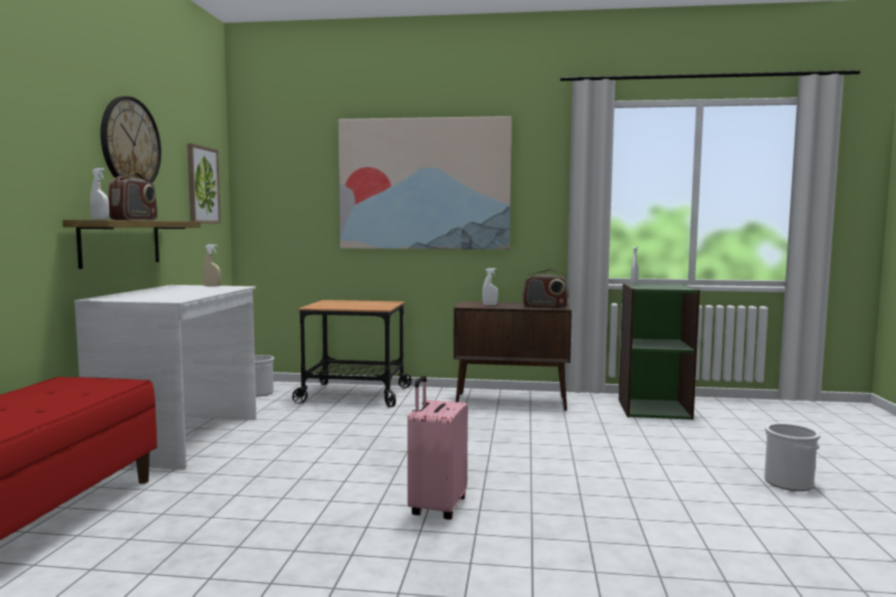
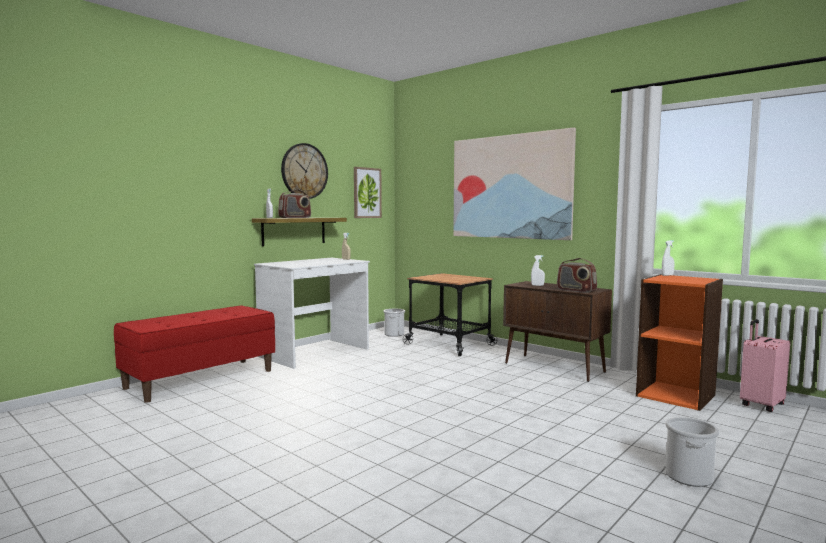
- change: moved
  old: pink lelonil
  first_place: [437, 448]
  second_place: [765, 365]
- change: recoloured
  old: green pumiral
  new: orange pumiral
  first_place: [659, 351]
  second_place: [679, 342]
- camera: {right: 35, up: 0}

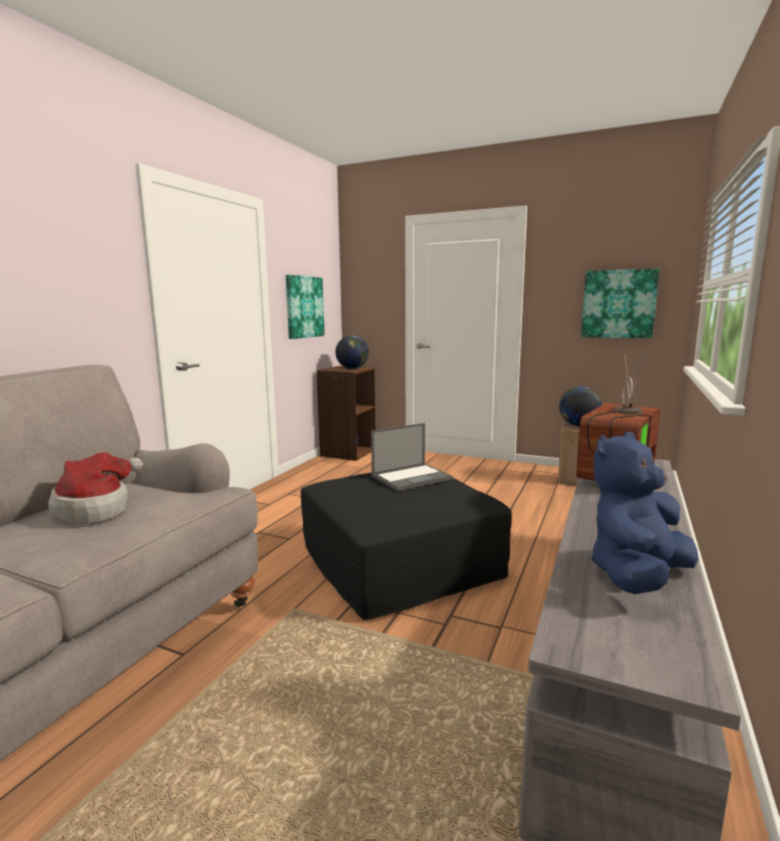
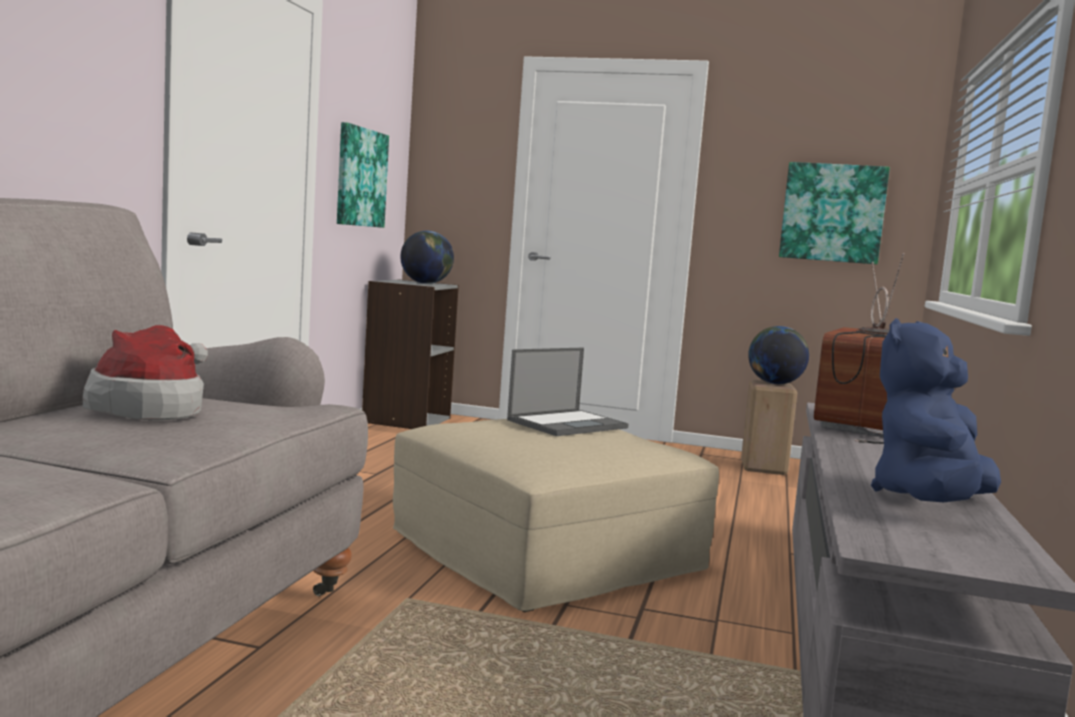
- change: recoloured
  old: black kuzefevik
  new: beige kuzefevik
  first_place: [406, 546]
  second_place: [556, 515]
- change: recoloured
  old: brown pumiral
  new: grey pumiral
  first_place: [345, 413]
  second_place: [410, 354]
- camera: {right: -10, up: -5}

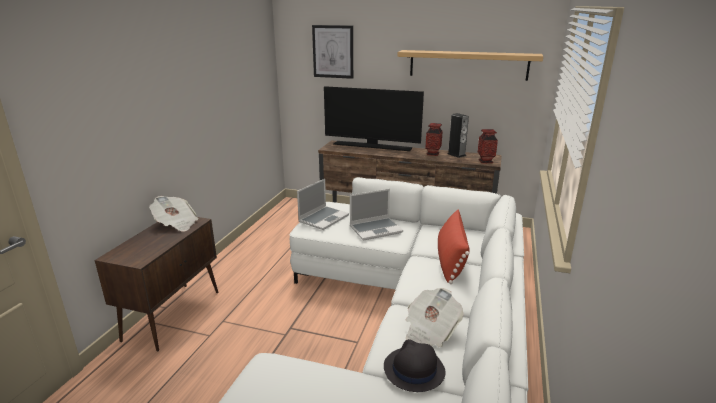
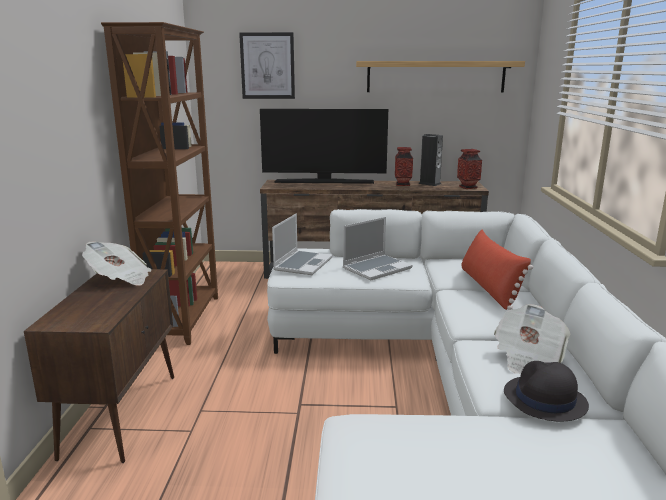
- change: added
  new: brown pumiral
  second_place: [159, 183]
- camera: {right: -15, up: -5}

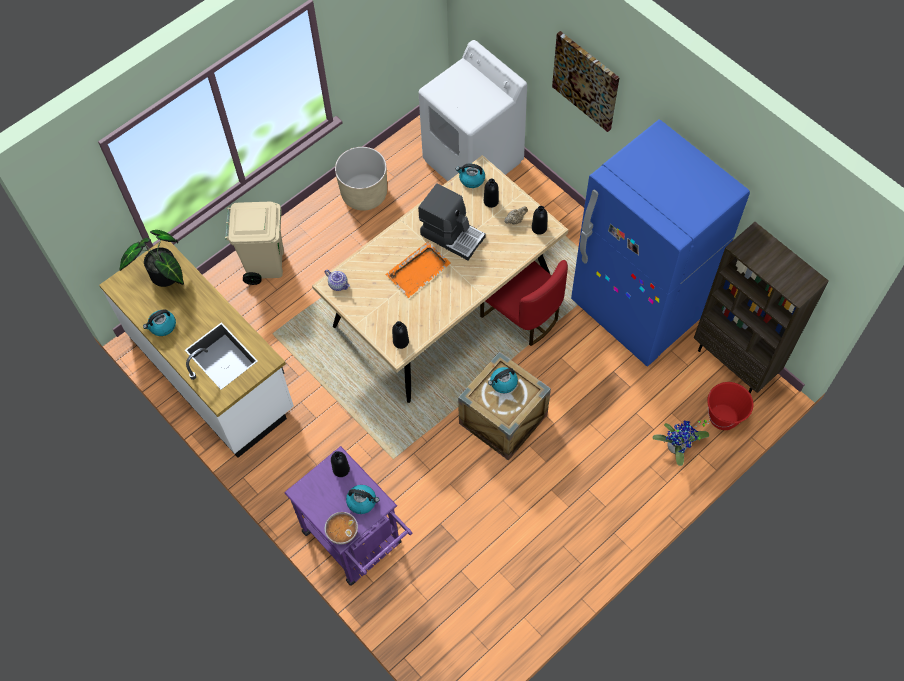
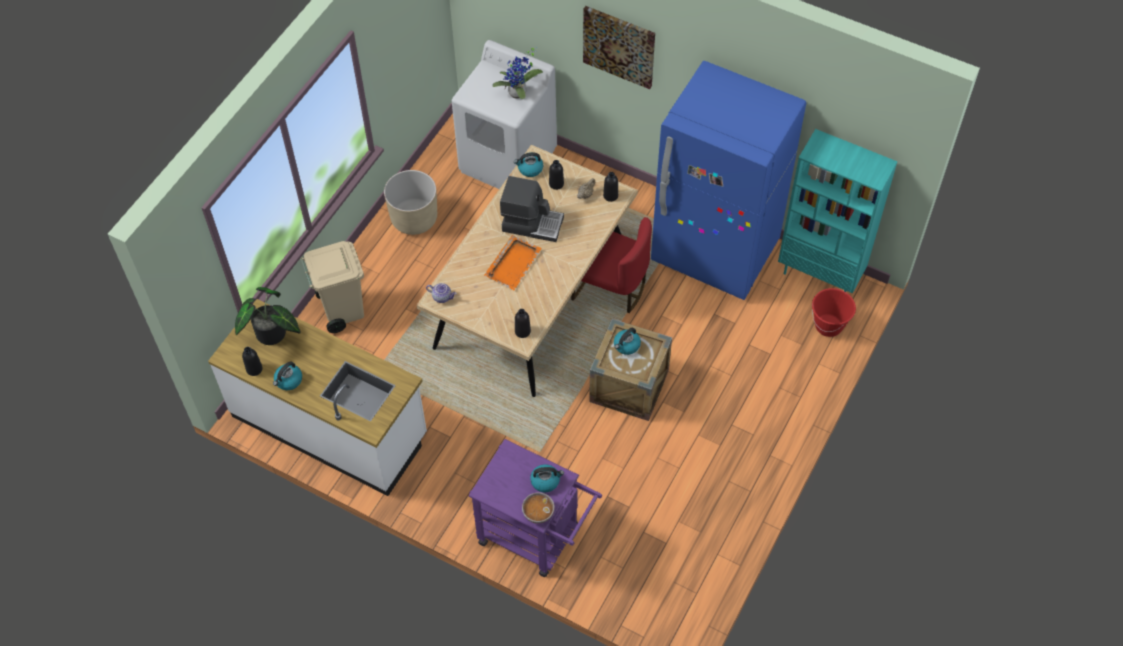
- change: moved
  old: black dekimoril
  first_place: [340, 464]
  second_place: [252, 361]
- change: moved
  old: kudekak
  first_place: [682, 443]
  second_place: [517, 73]
- change: recoloured
  old: brown pumiral
  new: turquoise pumiral
  first_place: [761, 307]
  second_place: [838, 211]
- camera: {right: -20, up: -5}

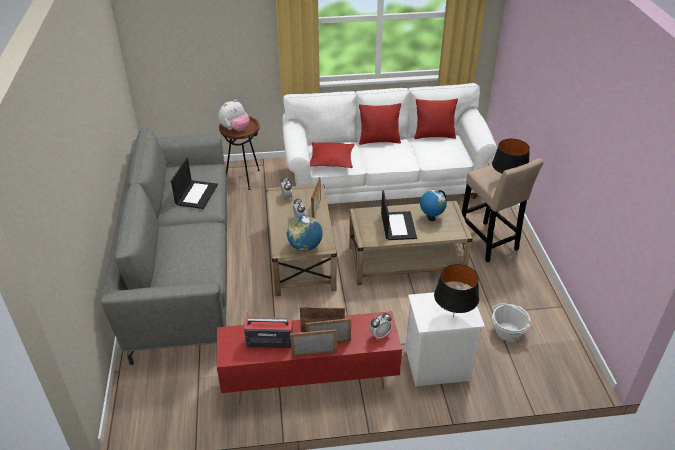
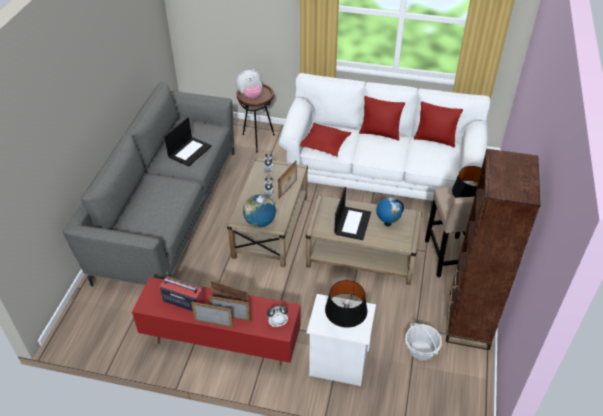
- change: added
  new: brown pumiral
  second_place: [493, 249]
- camera: {right: 20, up: 5}

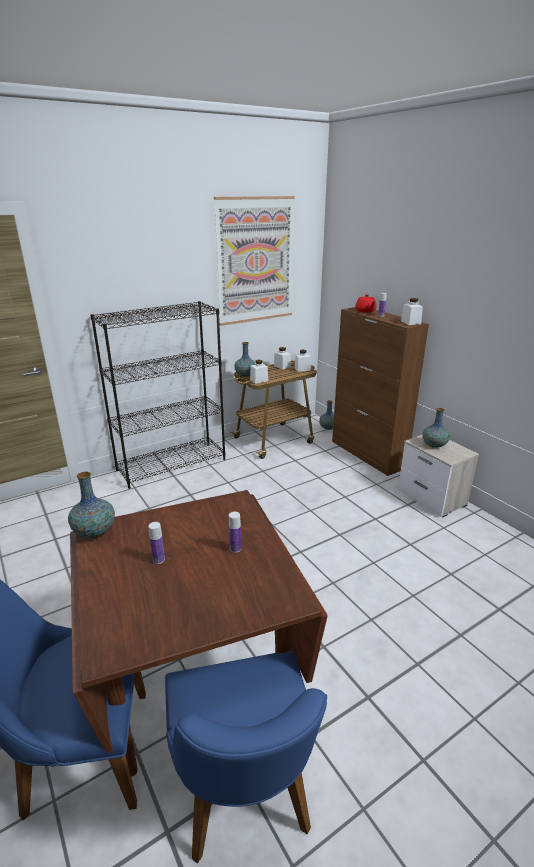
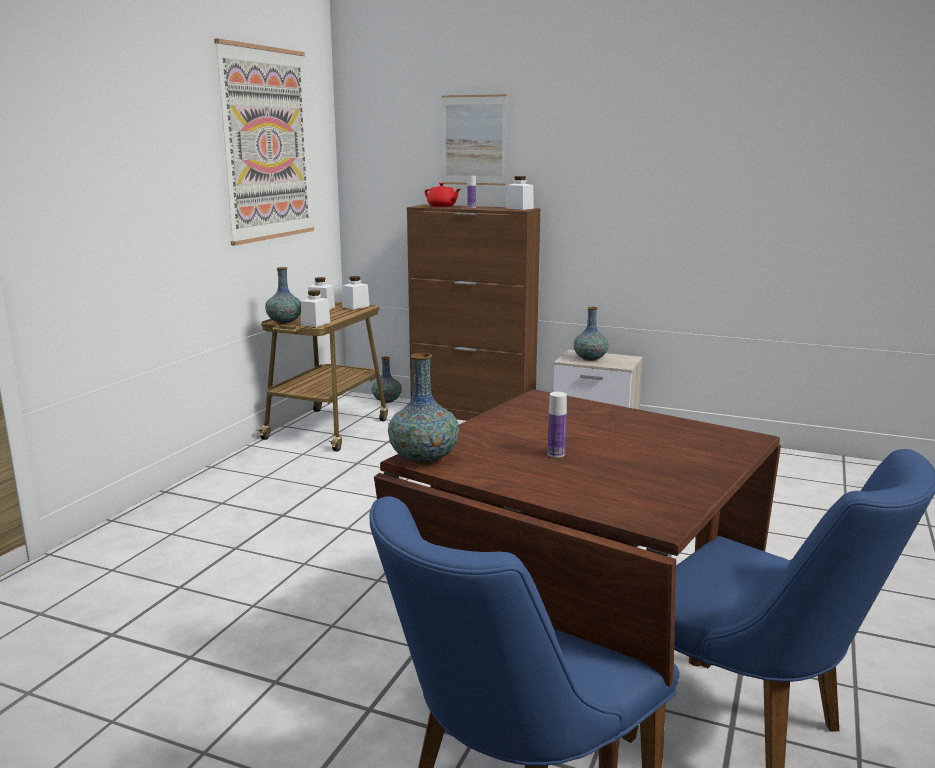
- change: removed
  old: black pumiral
  first_place: [158, 395]
- change: removed
  old: dekimoril
  first_place: [235, 532]
- change: added
  new: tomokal
  second_place: [474, 140]
- camera: {right: -35, up: -10}

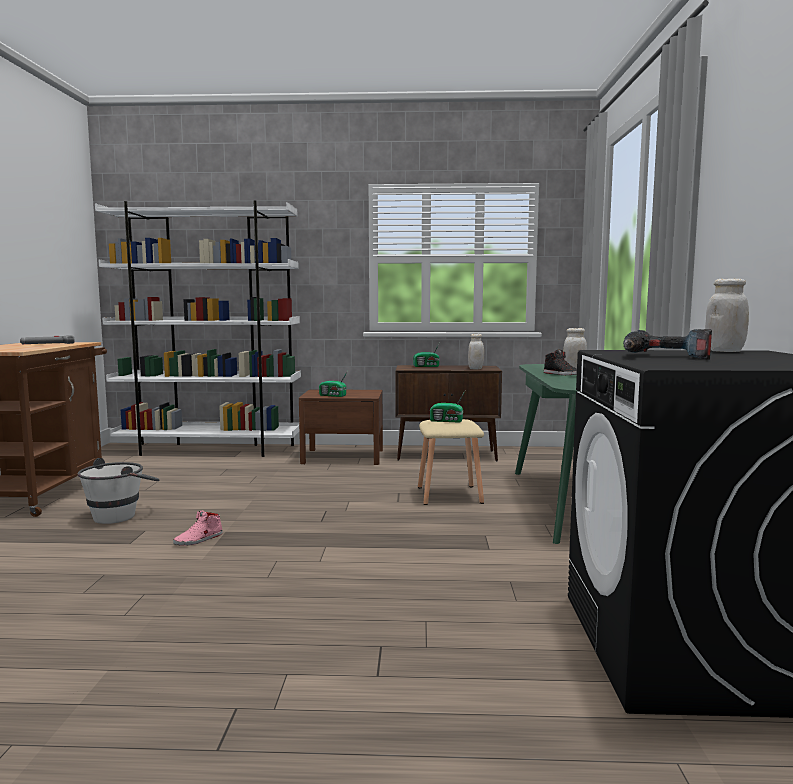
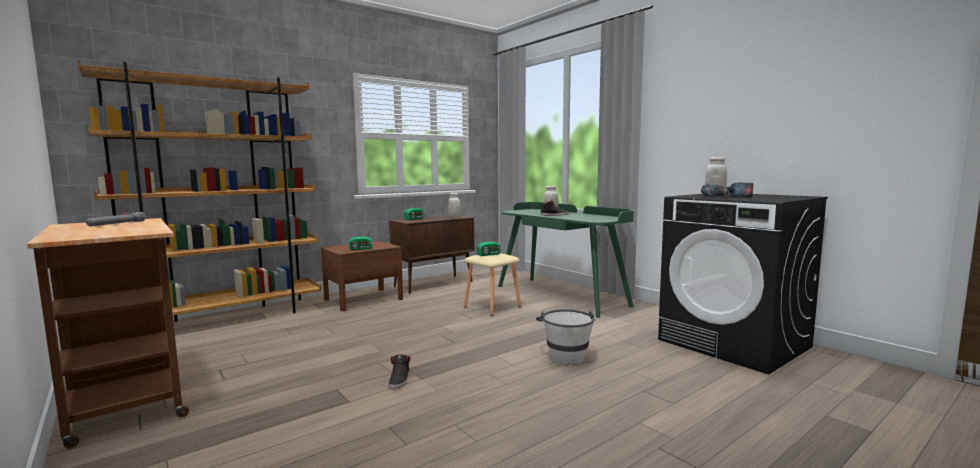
- change: moved
  old: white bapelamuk
  first_place: [119, 491]
  second_place: [565, 337]
- change: recoloured
  old: white pumiral
  new: brown pumiral
  first_place: [198, 328]
  second_place: [199, 191]
- change: recoloured
  old: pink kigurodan
  new: black kigurodan
  first_place: [198, 527]
  second_place: [399, 371]
- camera: {right: -40, up: 0}

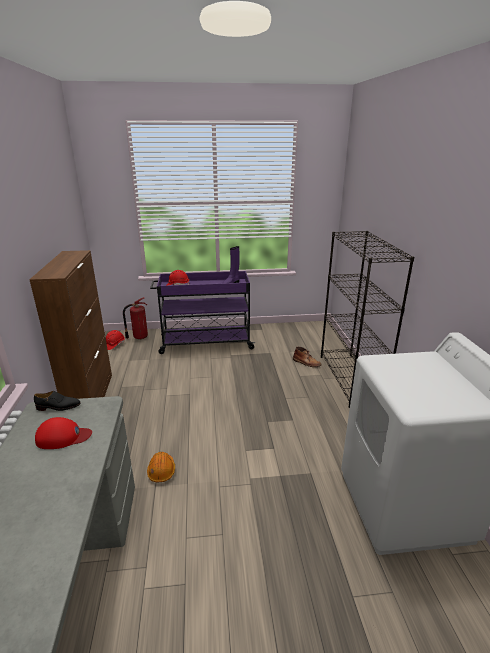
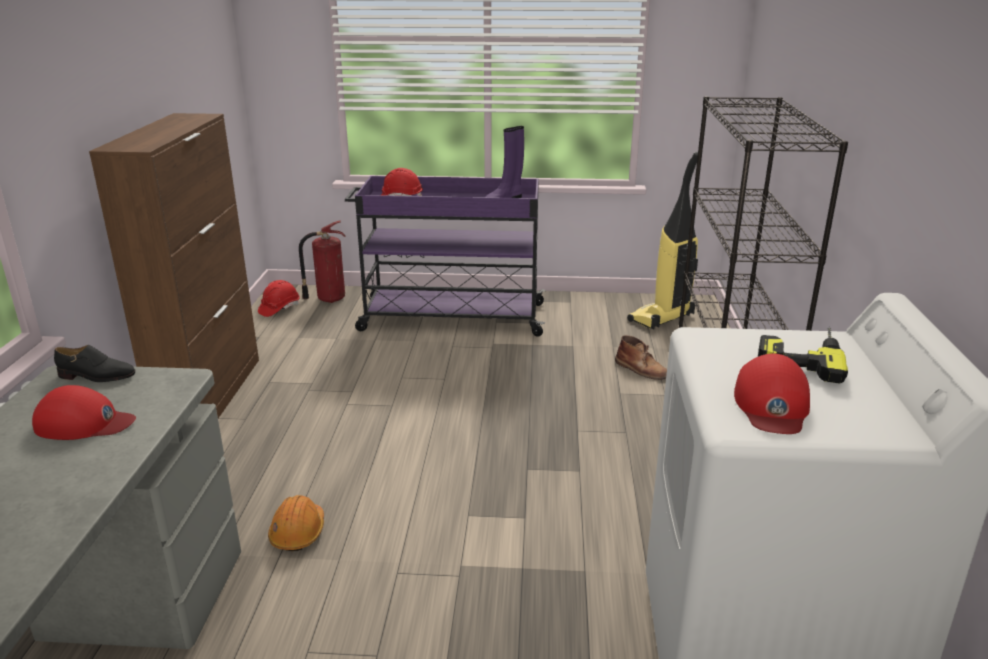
- change: added
  new: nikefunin
  second_place: [662, 240]
- change: added
  new: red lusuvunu
  second_place: [772, 394]
- change: added
  new: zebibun
  second_place: [803, 355]
- camera: {right: 10, up: 0}

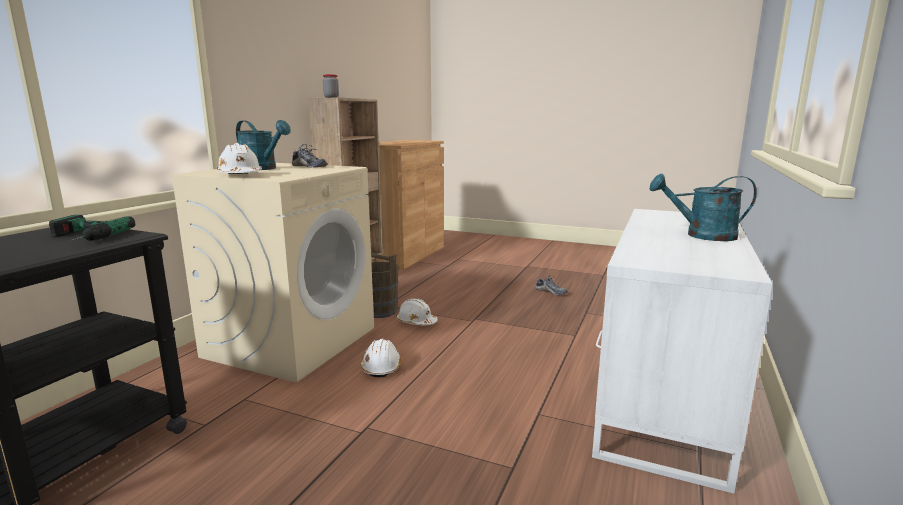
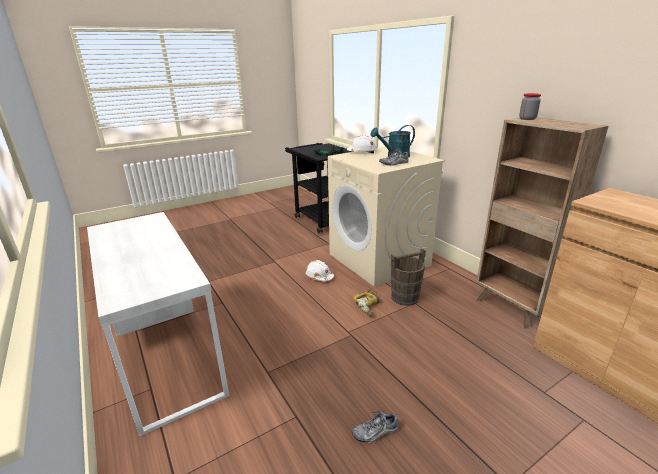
- change: replaced
  old: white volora
  new: zebibun
  first_place: [417, 311]
  second_place: [368, 303]
- change: removed
  old: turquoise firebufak
  first_place: [703, 207]
- camera: {right: 125, up: 10}

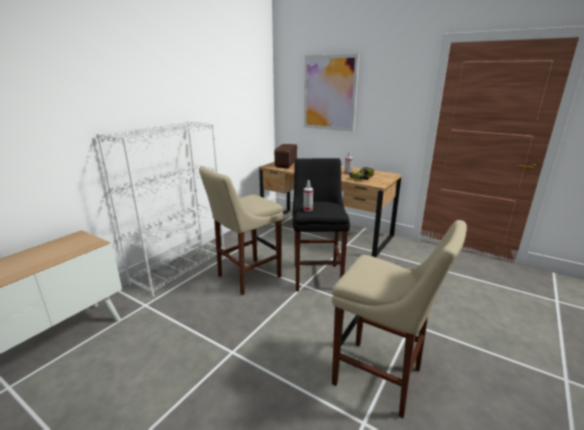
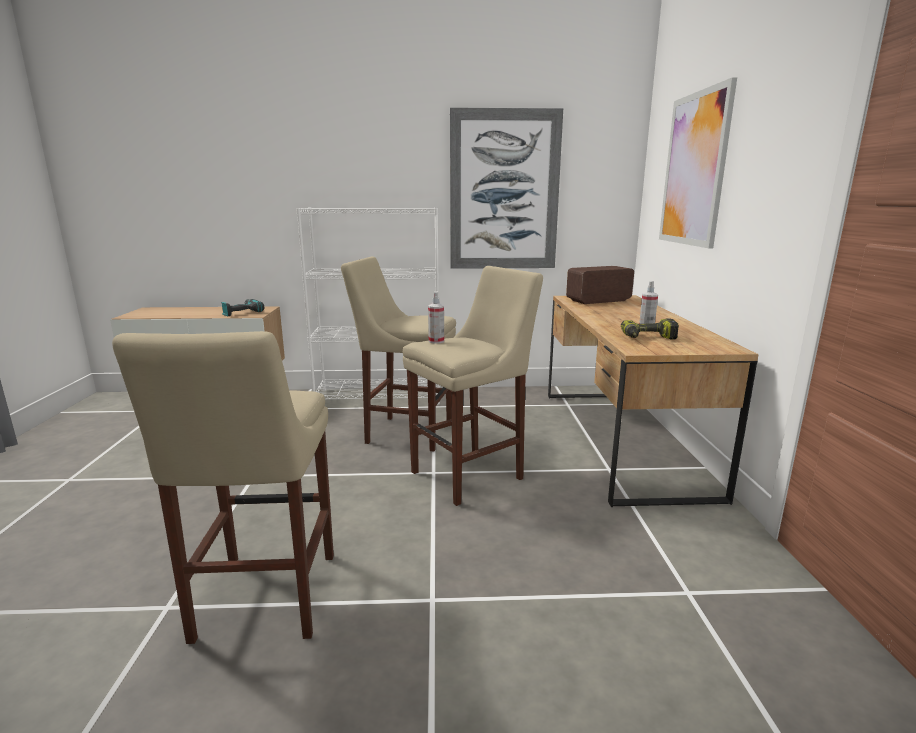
- change: recoloured
  old: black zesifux
  new: beige zesifux
  first_place: [321, 225]
  second_place: [473, 386]
- change: added
  new: zebibun
  second_place: [242, 308]
- change: added
  new: tomokal
  second_place: [506, 188]
- camera: {right: 55, up: -5}

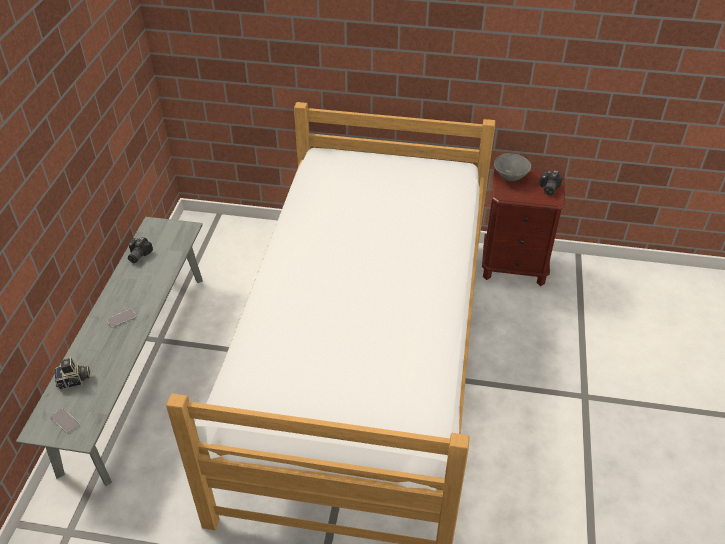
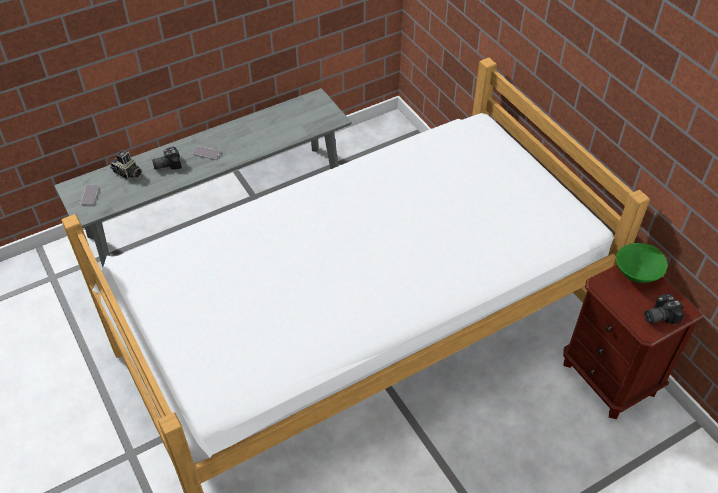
- change: moved
  old: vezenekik
  first_place: [140, 250]
  second_place: [167, 158]
- change: recoloured
  old: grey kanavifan
  new: green kanavifan
  first_place: [512, 167]
  second_place: [641, 263]
- camera: {right: 50, up: 5}

